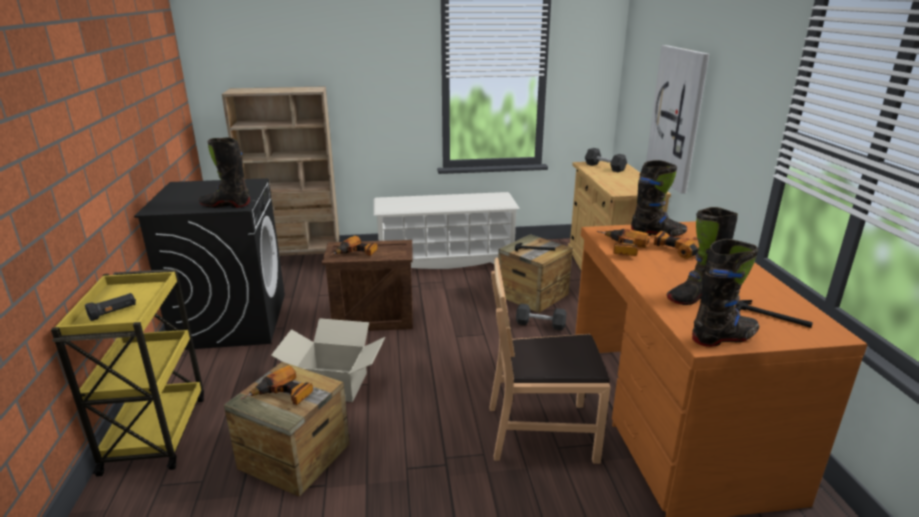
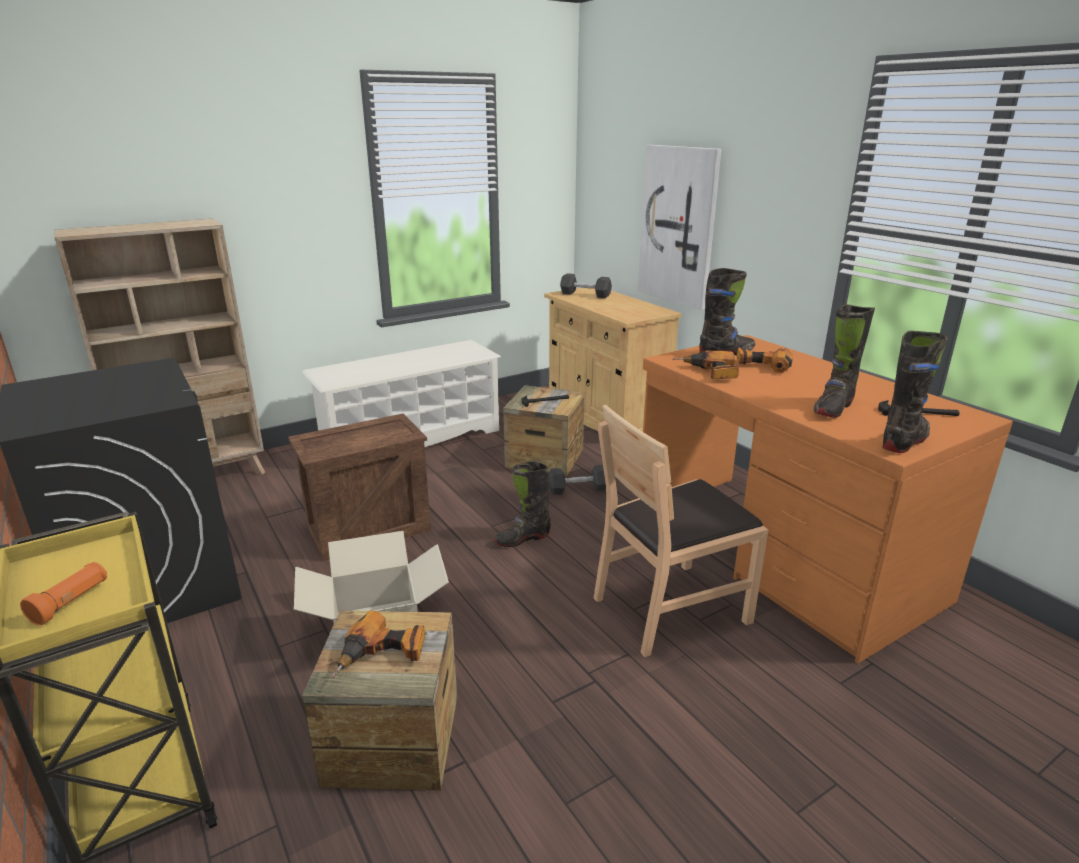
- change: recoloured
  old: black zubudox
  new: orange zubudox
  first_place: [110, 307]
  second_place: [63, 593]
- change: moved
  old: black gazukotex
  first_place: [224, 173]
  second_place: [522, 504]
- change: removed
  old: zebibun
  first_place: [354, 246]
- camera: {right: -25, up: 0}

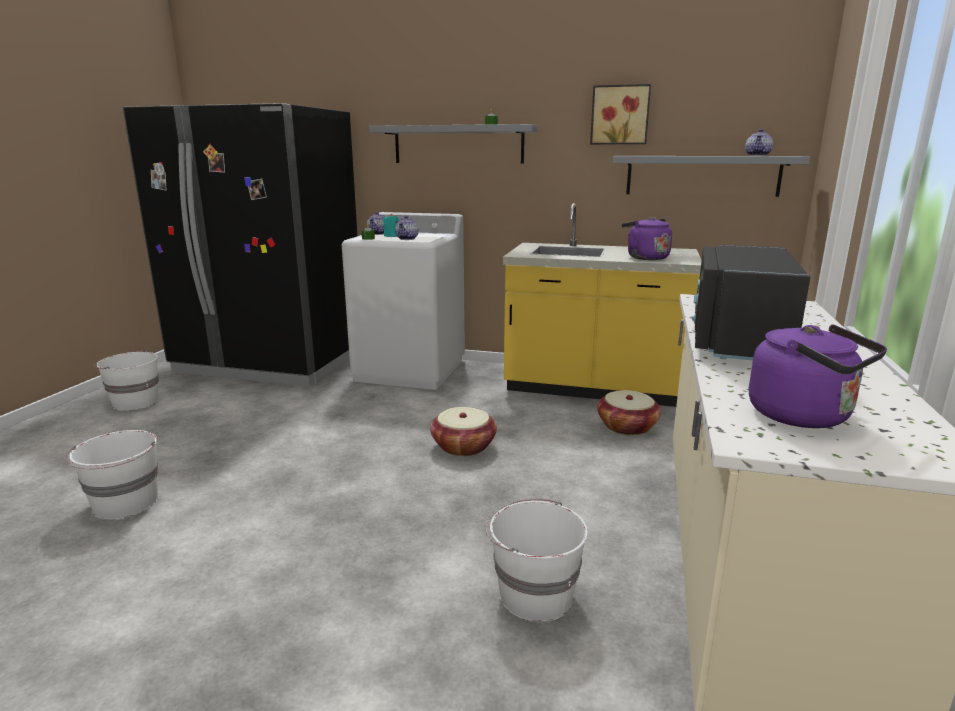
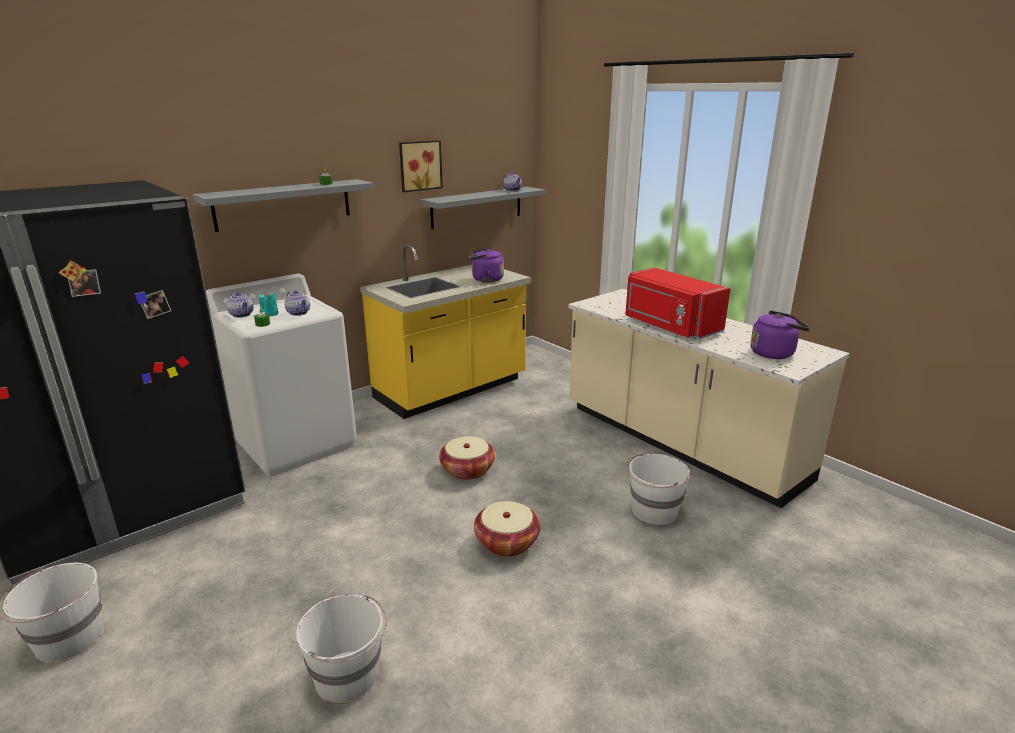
- change: moved
  old: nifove
  first_place: [629, 412]
  second_place: [507, 529]
- change: recoloured
  old: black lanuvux
  new: red lanuvux
  first_place: [751, 302]
  second_place: [678, 303]
- camera: {right: -55, up: 5}

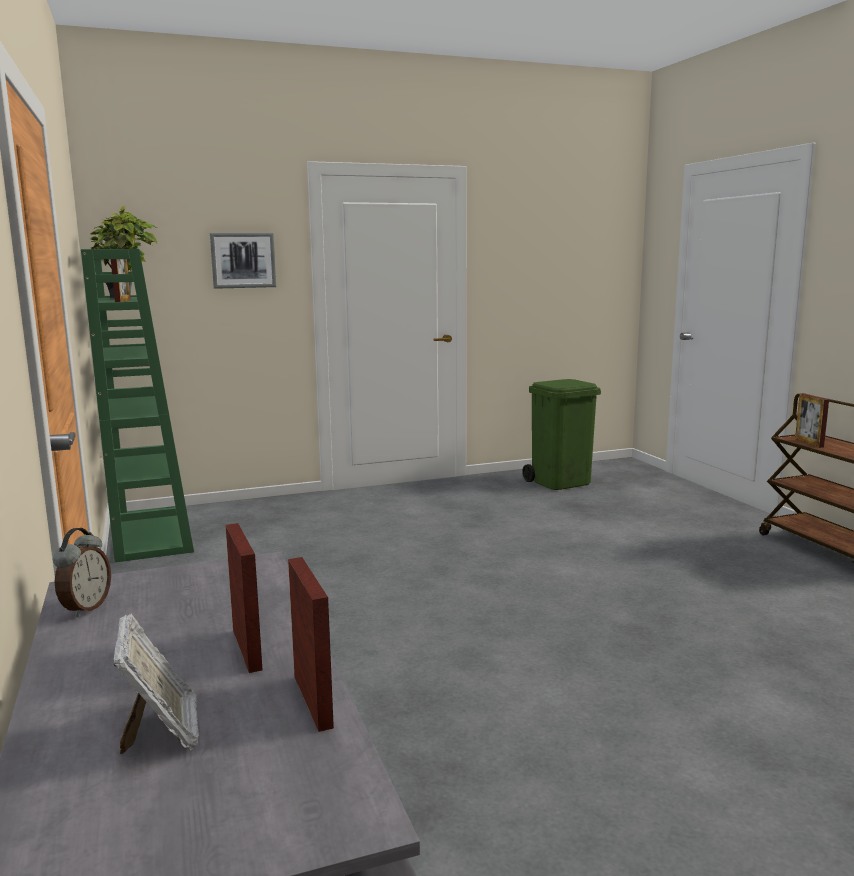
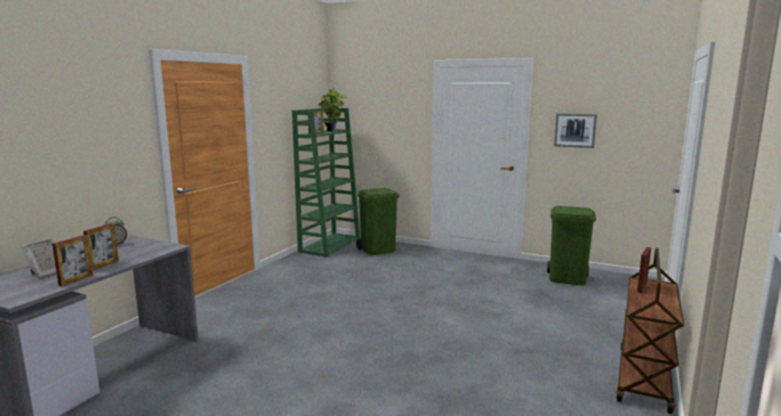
- change: moved
  old: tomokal
  first_place: [243, 261]
  second_place: [575, 130]
- change: added
  new: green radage
  second_place: [377, 221]
- camera: {right: 45, up: 0}

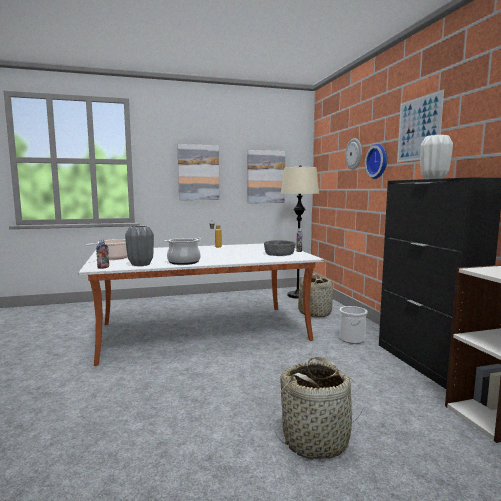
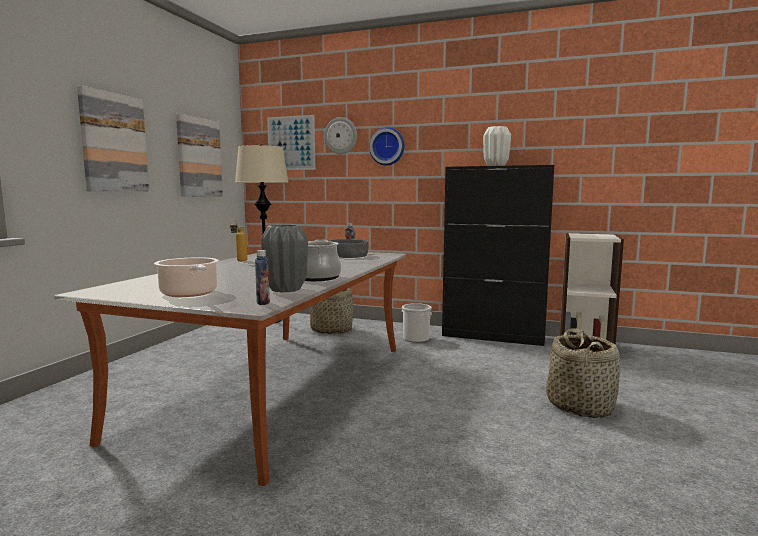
- change: moved
  old: tomokal
  first_place: [420, 125]
  second_place: [291, 142]
- camera: {right: -55, up: 0}

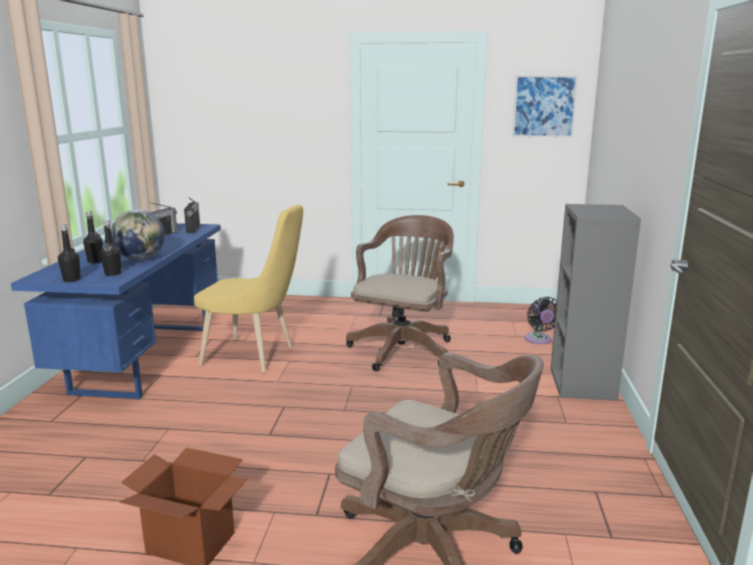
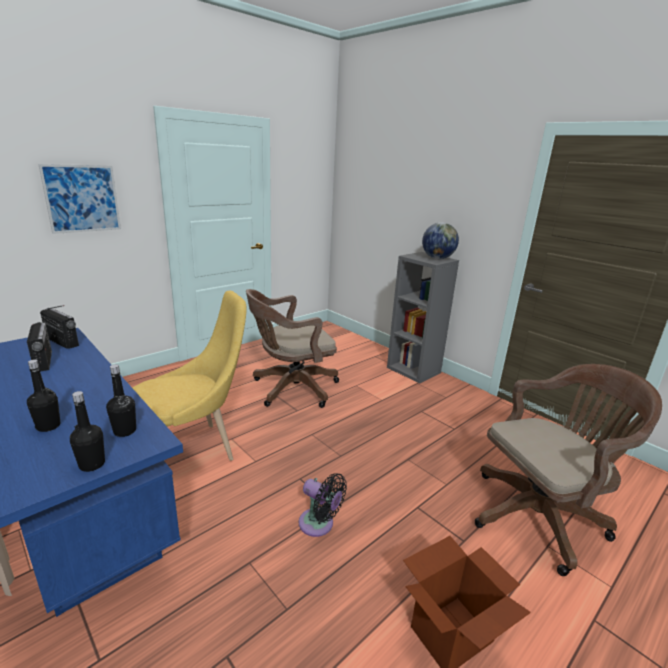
- change: moved
  old: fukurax
  first_place: [138, 234]
  second_place: [440, 240]
- change: turned
  old: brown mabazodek
  first_place: [400, 293]
  second_place: [292, 348]
  degrees: -90
- change: moved
  old: tomokal
  first_place: [545, 106]
  second_place: [79, 199]
- change: moved
  old: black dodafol
  first_place: [541, 320]
  second_place: [323, 505]
- camera: {right: -50, up: 5}

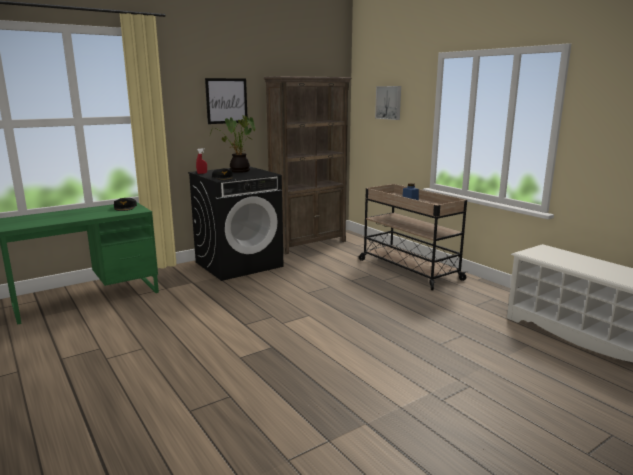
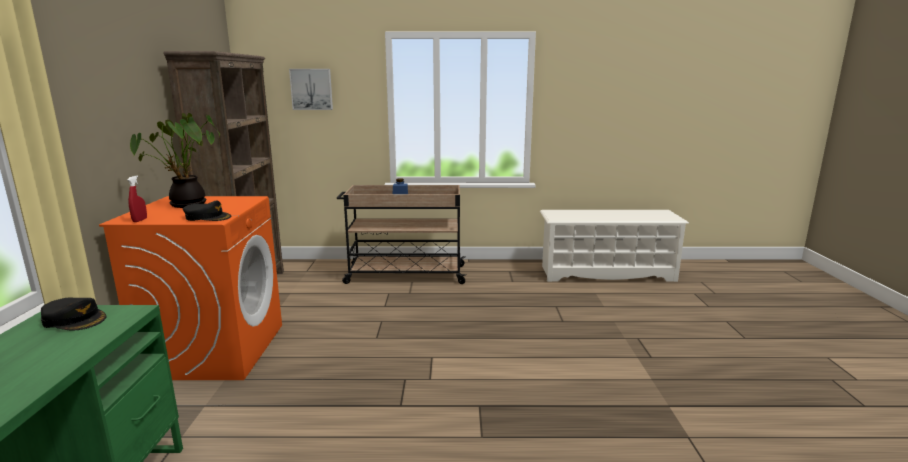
- change: recoloured
  old: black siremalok
  new: orange siremalok
  first_place: [236, 223]
  second_place: [190, 288]
- change: removed
  old: tomokal
  first_place: [226, 101]
- camera: {right: -55, up: 0}

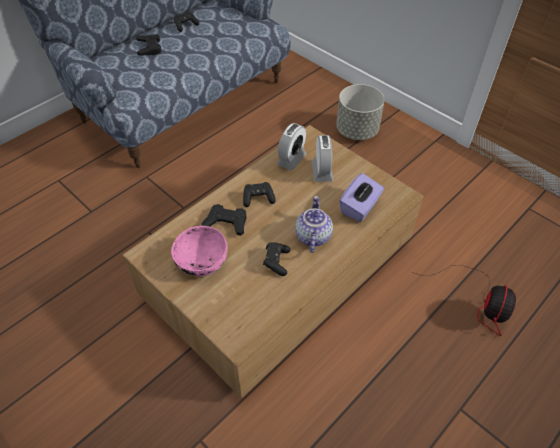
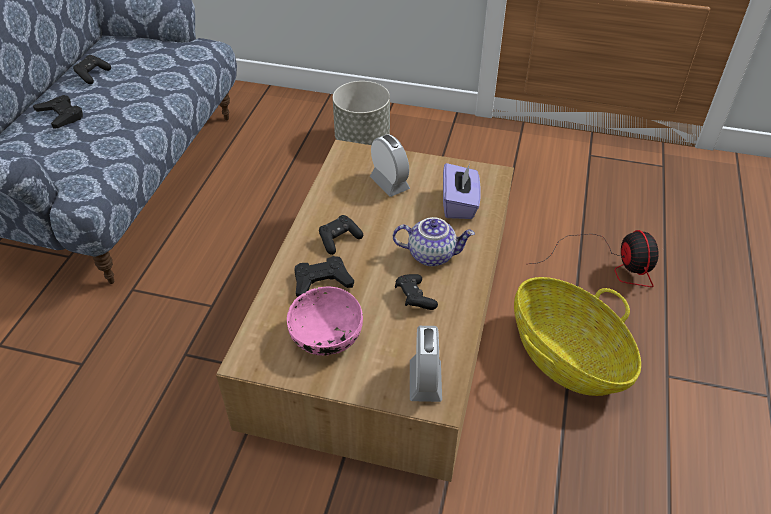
- change: moved
  old: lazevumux
  first_place: [292, 147]
  second_place: [426, 364]
- change: turned
  old: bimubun
  first_place: [314, 224]
  second_place: [434, 241]
  degrees: 120
- change: added
  new: nifove
  second_place: [577, 336]
- camera: {right: -30, up: -5}

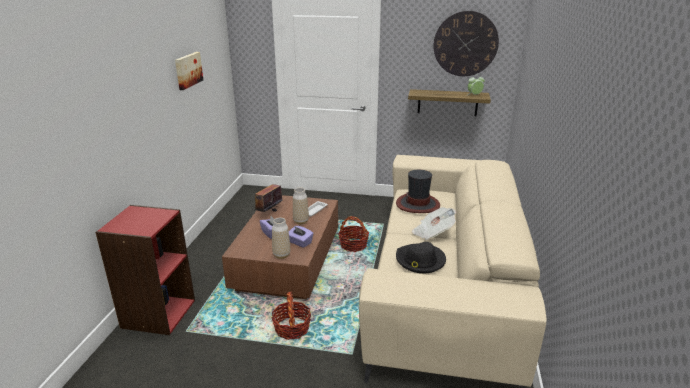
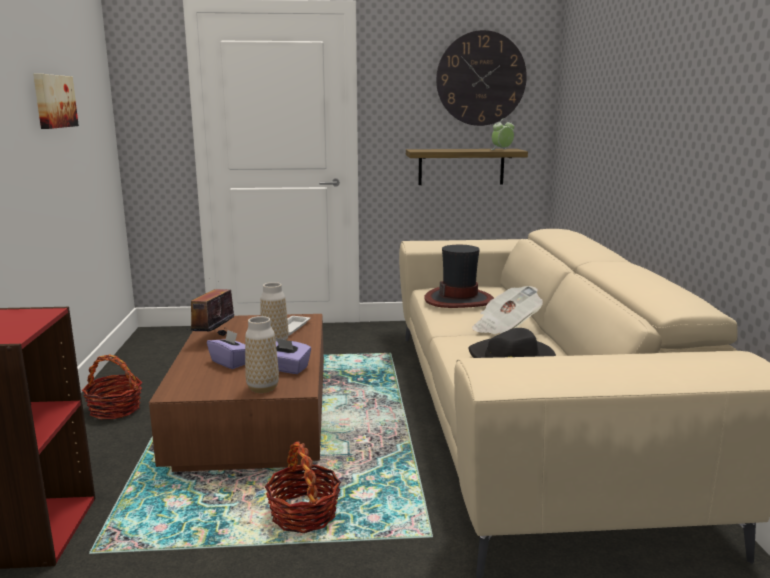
- change: moved
  old: nifove
  first_place: [353, 234]
  second_place: [112, 387]
- camera: {right: -15, up: -10}

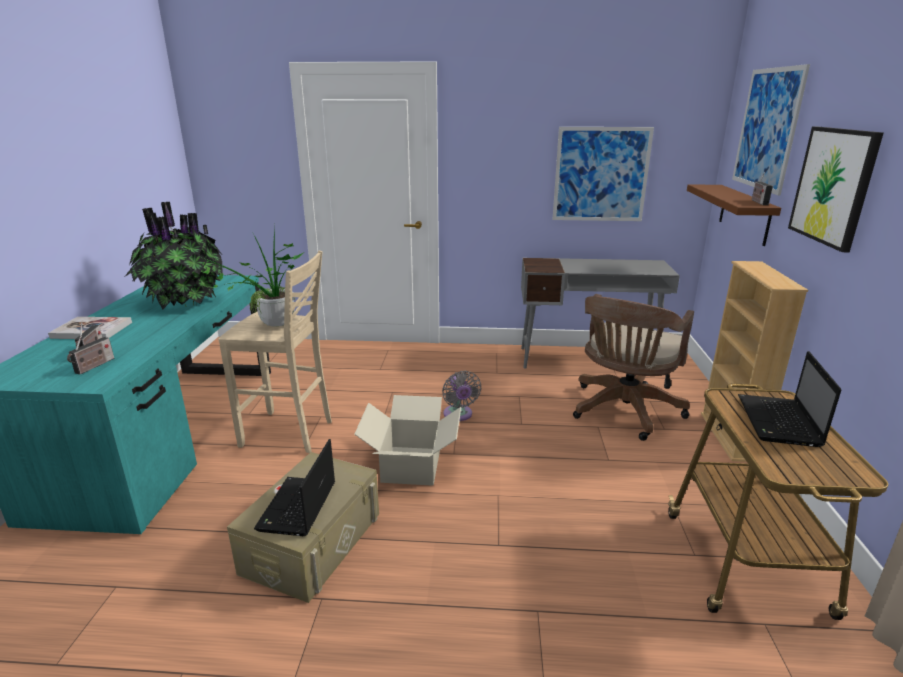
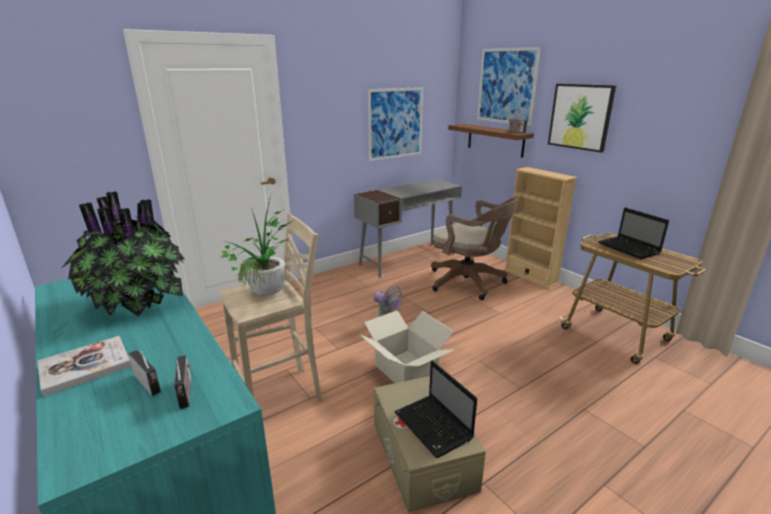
- change: turned
  old: brown mabazodek
  first_place: [633, 367]
  second_place: [475, 248]
  degrees: -45
- camera: {right: -40, up: 0}

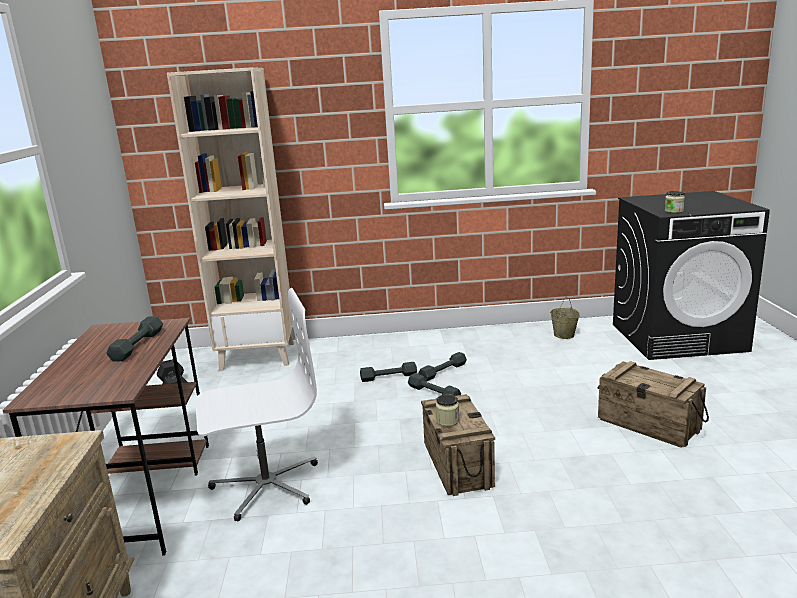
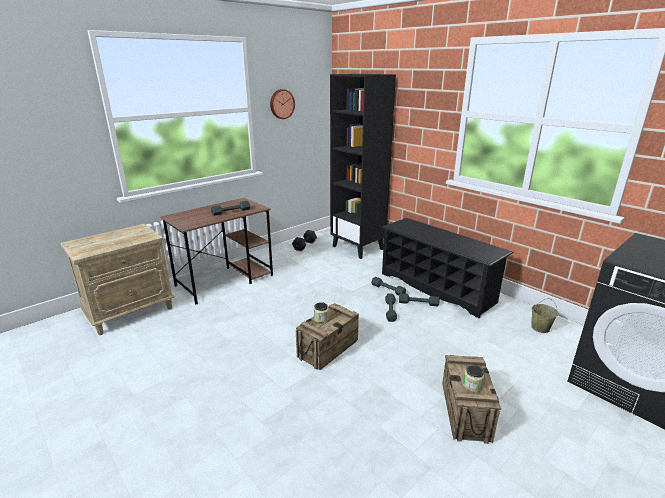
- change: recoloured
  old: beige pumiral
  new: black pumiral
  first_place: [230, 219]
  second_place: [363, 166]
- change: removed
  old: white mabazodek
  first_place: [256, 404]
- change: moved
  old: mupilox
  first_place: [675, 202]
  second_place: [473, 378]
- change: added
  new: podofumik
  second_place: [282, 104]
- change: added
  new: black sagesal
  second_place: [448, 268]
- camera: {right: 50, up: 5}

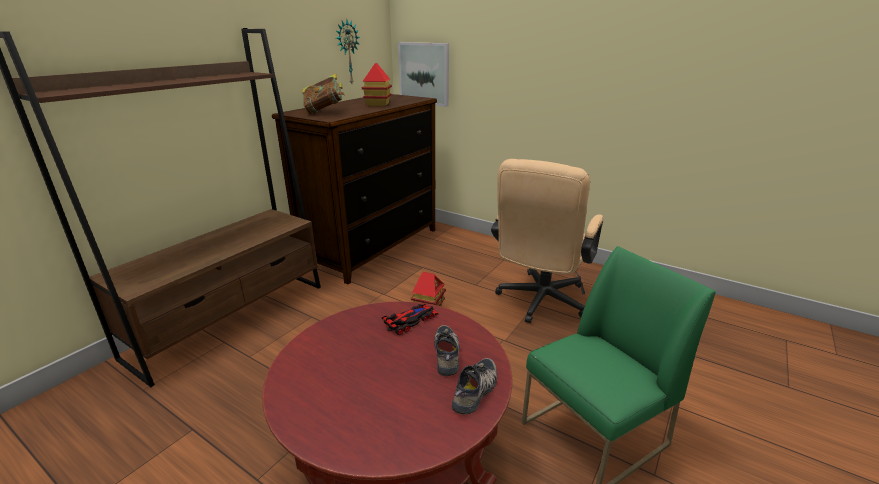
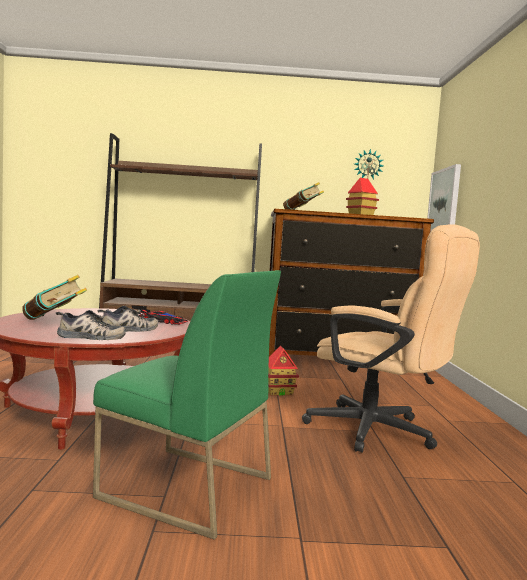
- change: turned
  old: beige mabazodek
  first_place: [547, 241]
  second_place: [391, 338]
  degrees: -135
- change: added
  new: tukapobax
  second_place: [54, 297]
- camera: {right: 55, up: -20}

